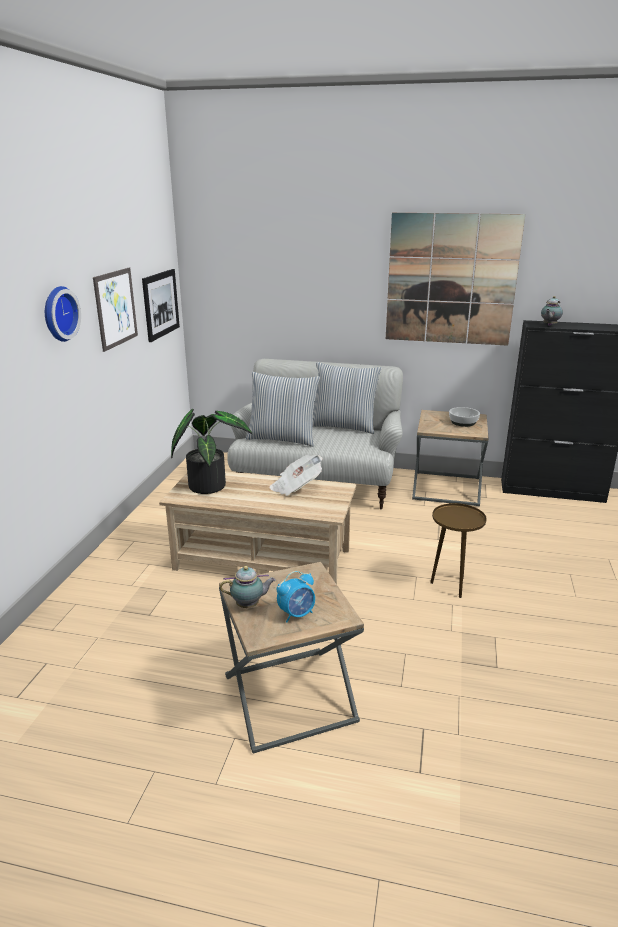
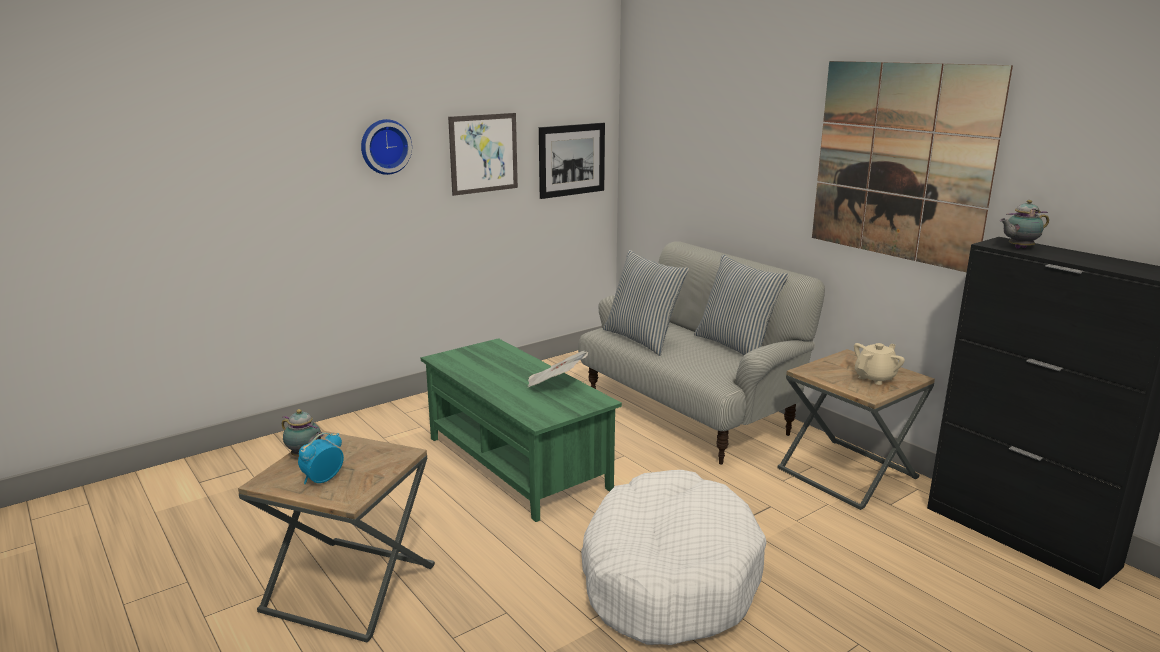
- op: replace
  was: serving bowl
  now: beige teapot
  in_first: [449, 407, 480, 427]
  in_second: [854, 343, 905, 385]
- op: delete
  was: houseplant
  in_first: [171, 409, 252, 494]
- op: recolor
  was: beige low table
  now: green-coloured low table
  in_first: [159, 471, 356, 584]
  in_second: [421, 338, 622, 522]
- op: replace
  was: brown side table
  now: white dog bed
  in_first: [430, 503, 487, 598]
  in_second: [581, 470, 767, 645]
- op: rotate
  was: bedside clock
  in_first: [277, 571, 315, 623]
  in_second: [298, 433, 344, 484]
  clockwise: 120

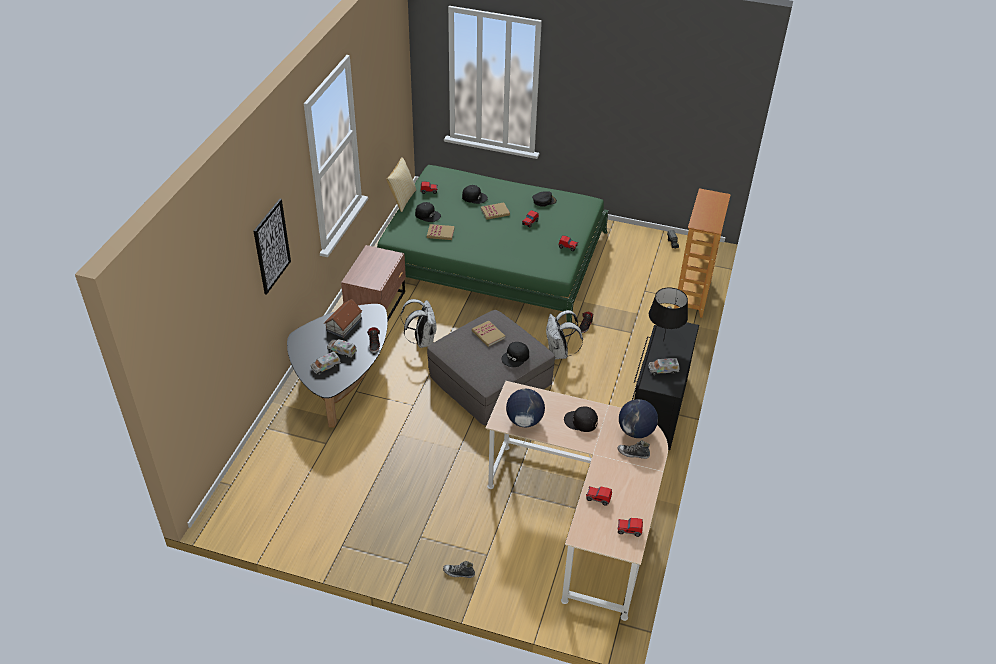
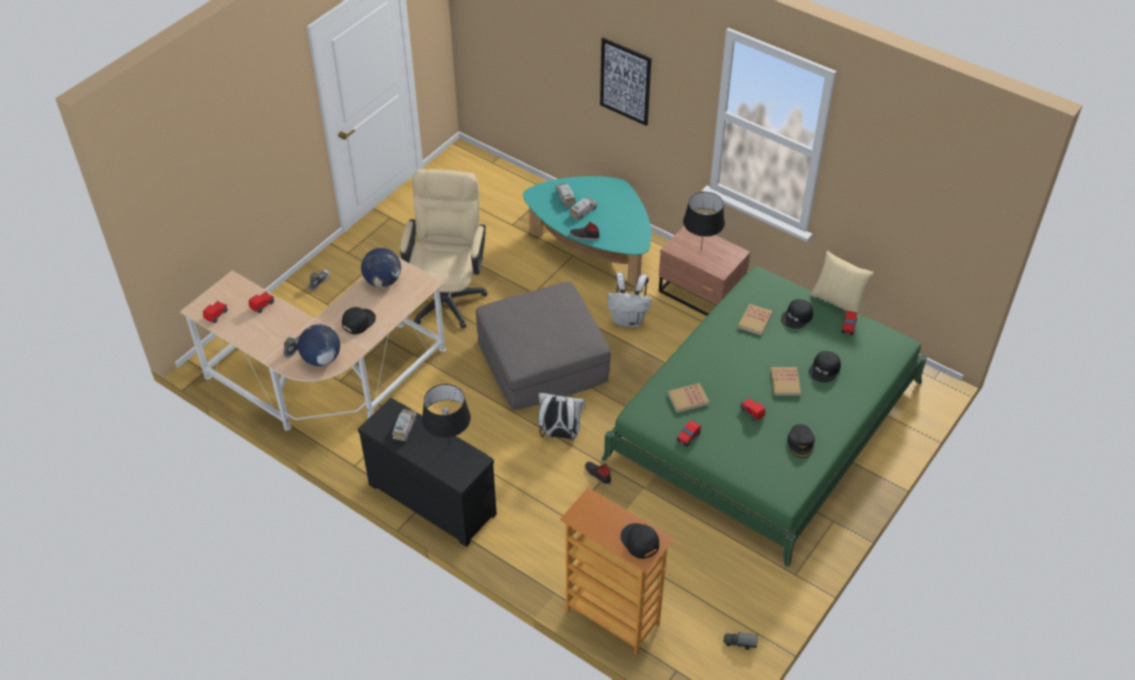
- op: delete
  was: miniature house
  in_first: [324, 299, 362, 338]
- op: recolor
  was: black low table
  now: blue-green low table
  in_first: [287, 304, 388, 428]
  in_second: [523, 176, 651, 286]
- op: move
  was: bound book
  in_first: [472, 321, 505, 347]
  in_second: [668, 383, 709, 413]
- op: move
  was: black peaked cap
  in_first: [501, 342, 529, 367]
  in_second: [621, 523, 659, 559]
- op: insert
  now: beige desk chair
  in_second: [400, 169, 487, 329]
- op: insert
  now: black lamp for a table
  in_second: [683, 192, 725, 250]

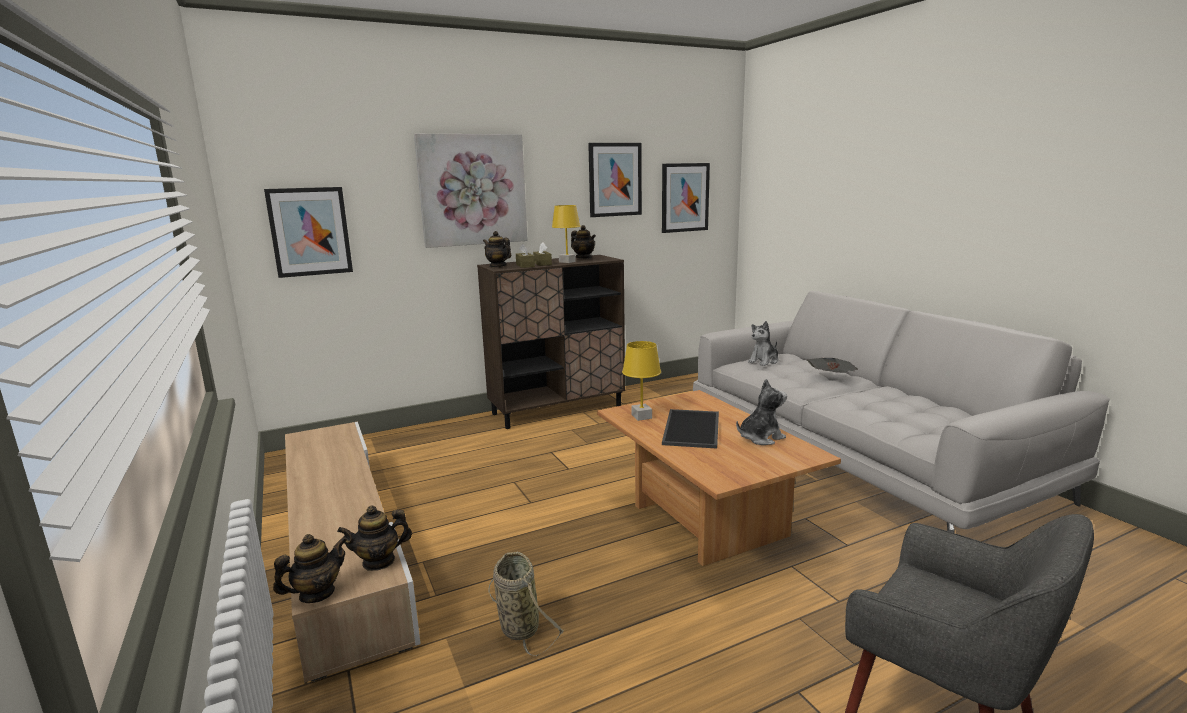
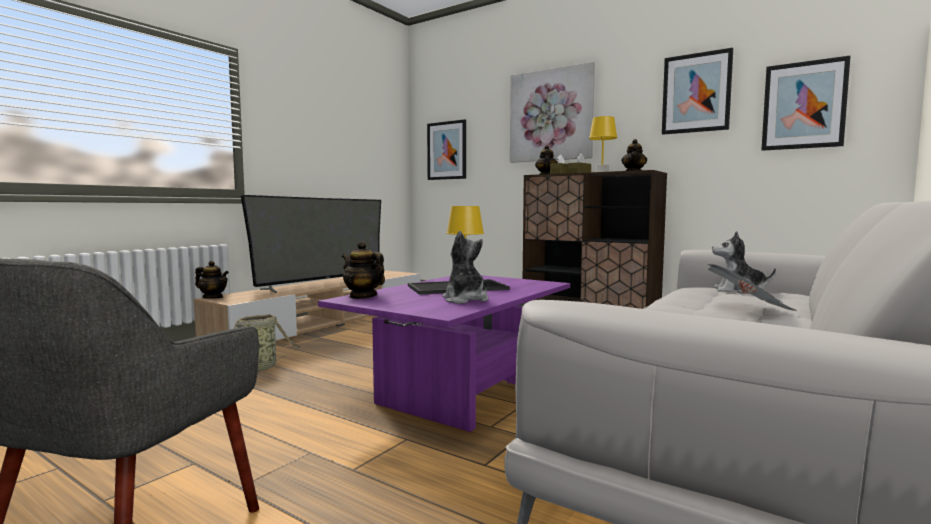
- op: rotate
  was: plush toy
  in_first: [736, 379, 787, 445]
  in_second: [443, 231, 489, 304]
  clockwise: -150
- op: recolor
  was: brown low table
  now: purple low table
  in_first: [597, 390, 841, 566]
  in_second: [318, 275, 570, 432]
- op: move
  was: teapot
  in_first: [337, 506, 412, 571]
  in_second: [342, 241, 385, 299]
- op: insert
  now: television
  in_second: [241, 195, 381, 293]

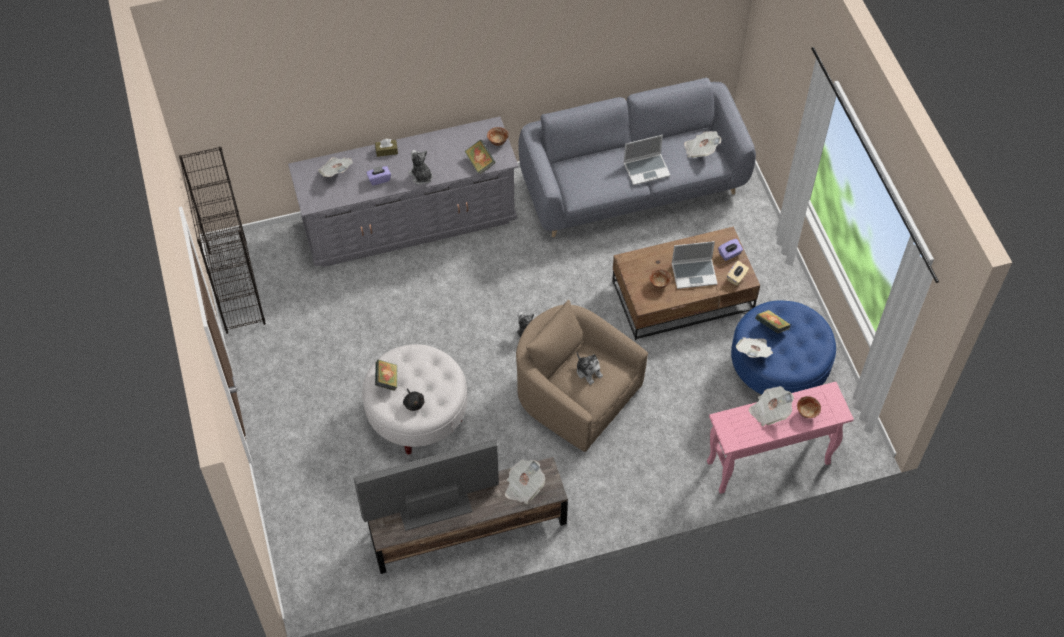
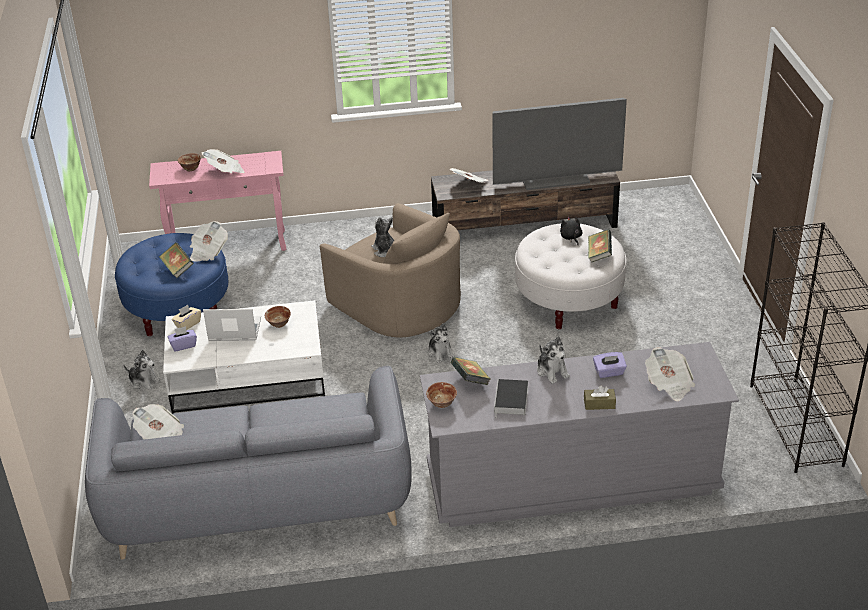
- op: delete
  was: notebook computer
  in_first: [624, 135, 671, 185]
- op: recolor
  was: brown low table
  now: white low table
  in_first: [612, 227, 760, 340]
  in_second: [163, 300, 325, 414]
- op: insert
  now: plush toy
  in_second: [124, 350, 161, 390]
- op: insert
  now: bound book
  in_second: [494, 379, 528, 419]

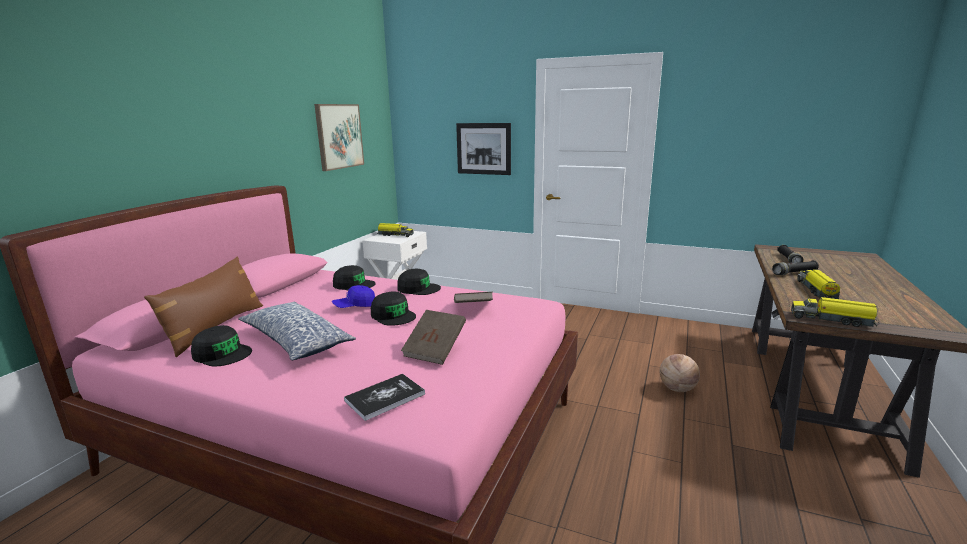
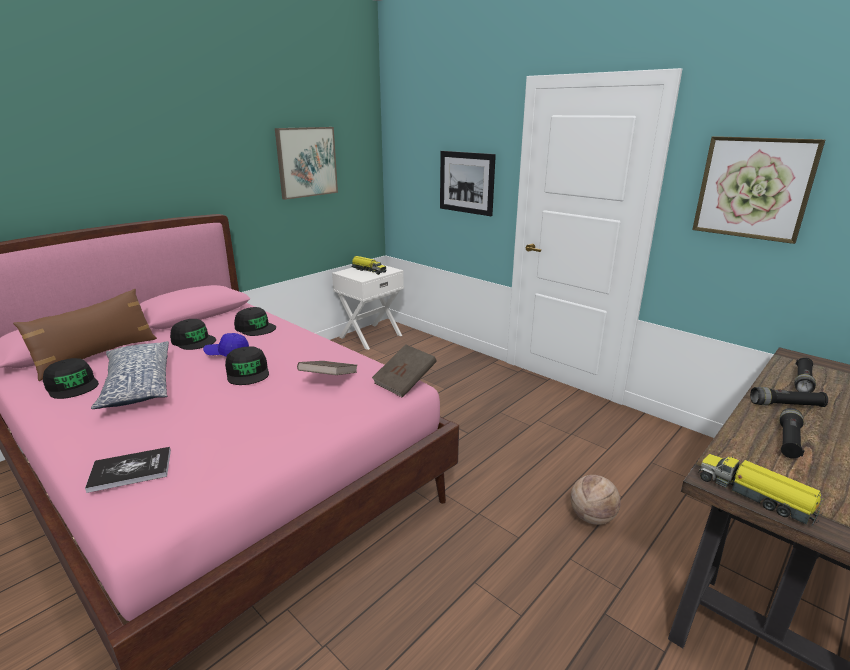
- op: move
  was: black peaked cap
  in_first: [397, 269, 441, 295]
  in_second: [170, 319, 216, 350]
- op: replace
  was: toy truck
  now: black torch
  in_first: [797, 269, 840, 299]
  in_second: [780, 408, 804, 459]
- op: move
  was: brown bound book
  in_first: [401, 310, 466, 365]
  in_second: [372, 344, 437, 398]
- op: insert
  now: wall art
  in_second: [692, 136, 825, 244]

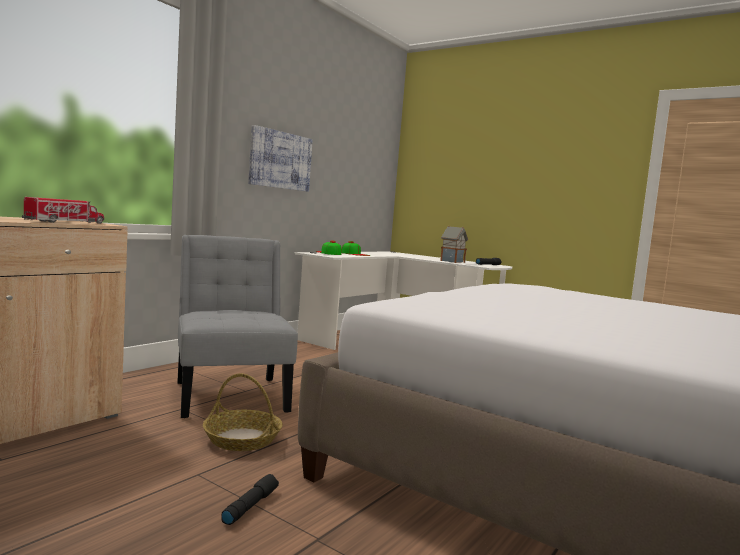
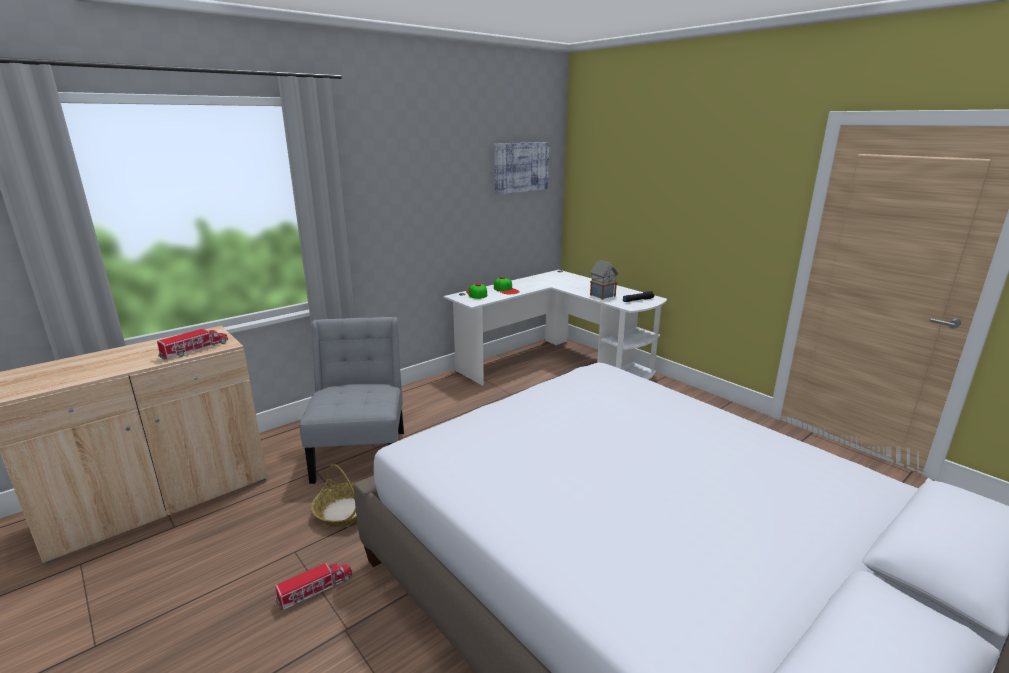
- op: move
  was: wall art
  in_first: [248, 125, 313, 192]
  in_second: [494, 142, 549, 194]
- op: replace
  was: black torch
  now: toy truck
  in_first: [221, 474, 279, 525]
  in_second: [275, 562, 352, 610]

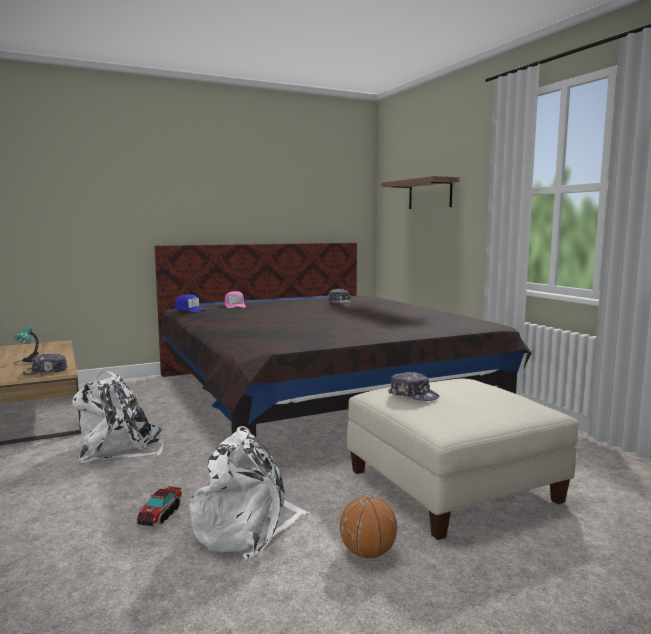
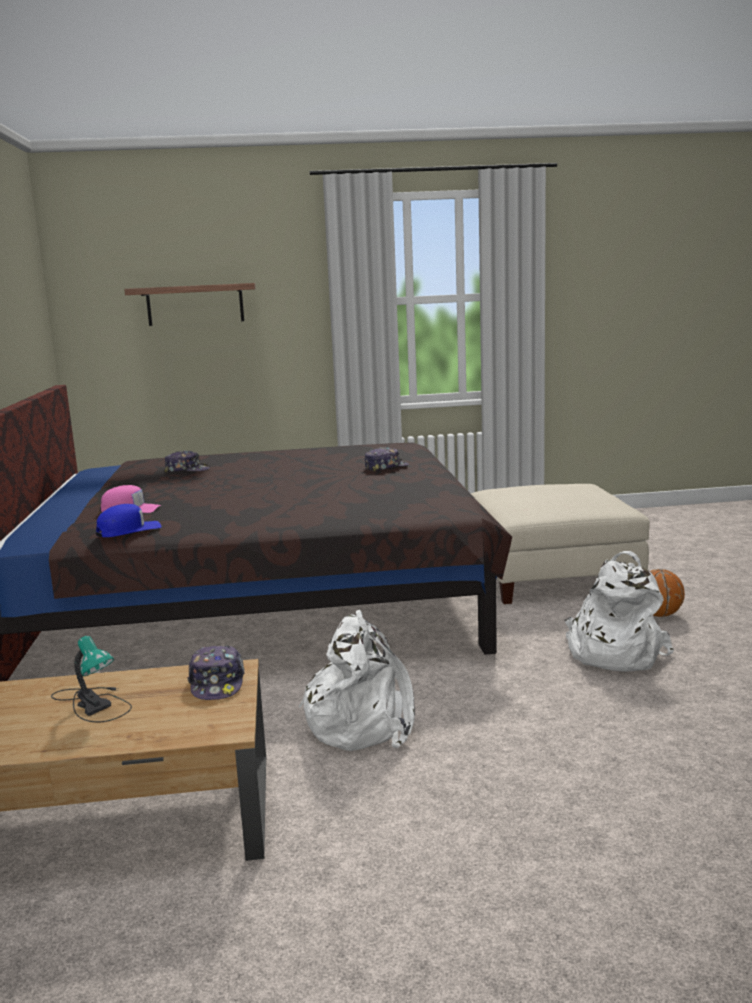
- op: move
  was: peaked cap
  in_first: [389, 372, 439, 401]
  in_second: [364, 447, 409, 472]
- op: delete
  was: toy truck
  in_first: [137, 486, 182, 527]

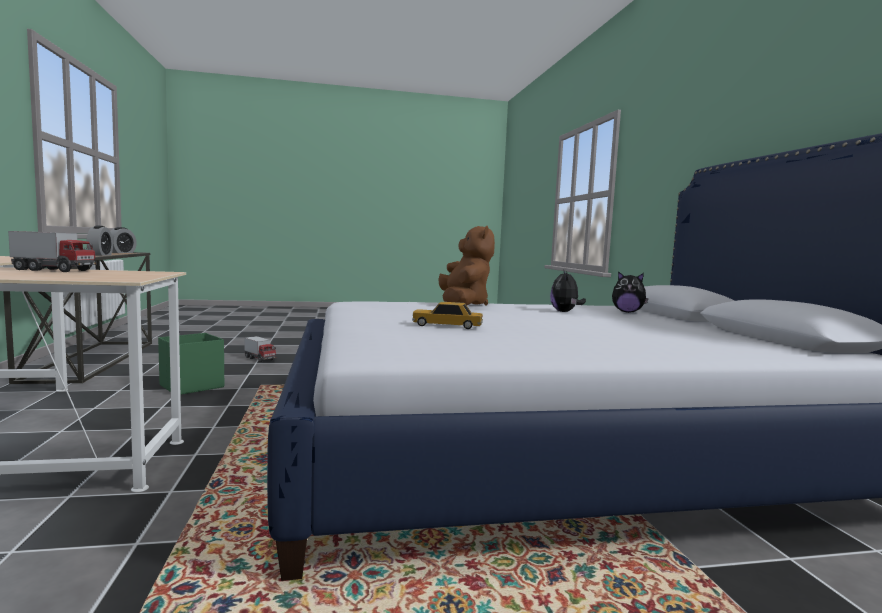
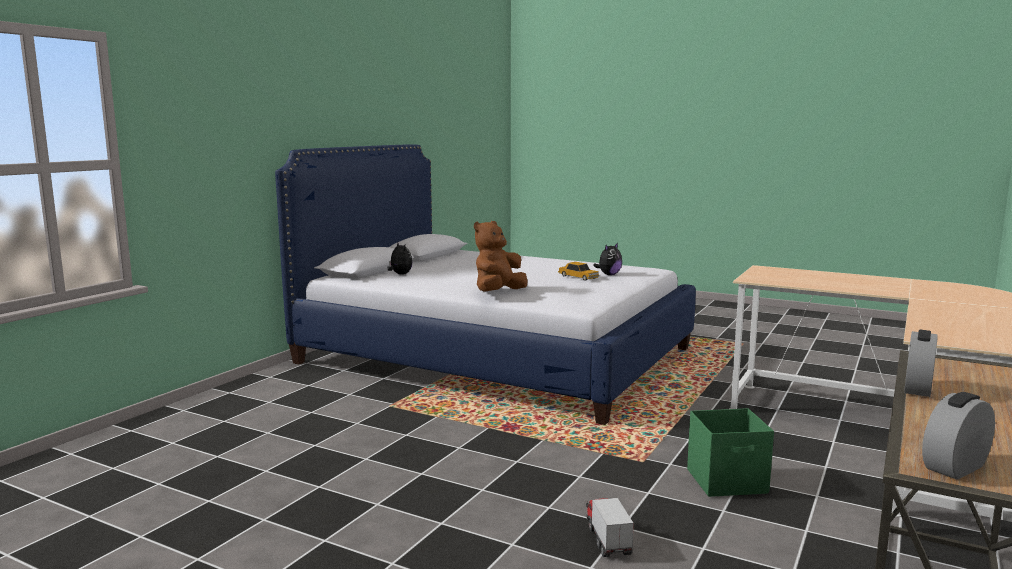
- op: delete
  was: toy truck
  in_first: [8, 231, 97, 272]
- op: move
  was: plush toy
  in_first: [550, 271, 586, 312]
  in_second: [593, 243, 622, 275]

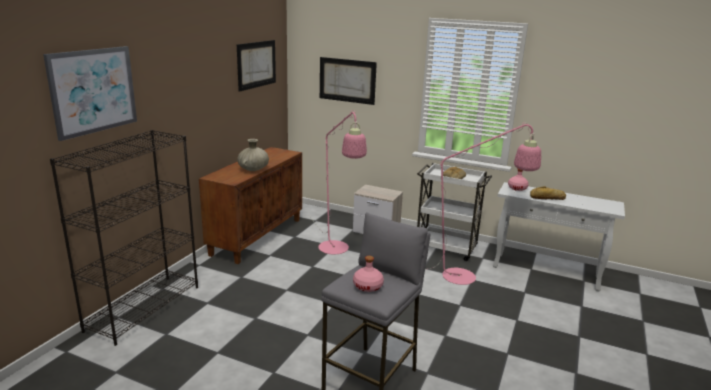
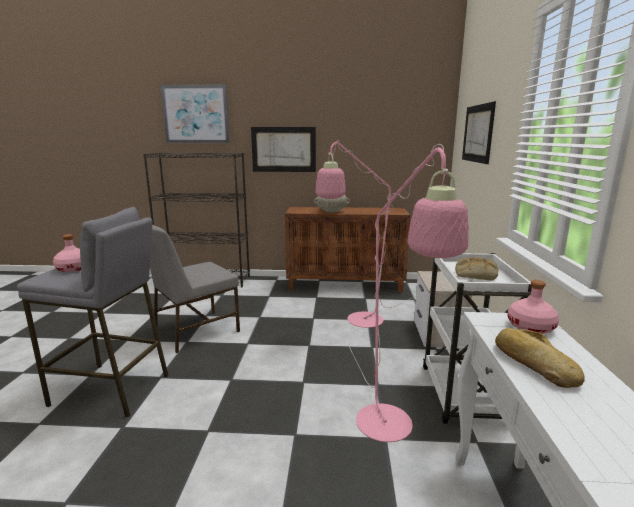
- op: move
  was: wall art
  in_first: [237, 40, 276, 92]
  in_second: [251, 127, 316, 172]
- op: insert
  now: greyish plain chair
  in_second: [150, 225, 240, 353]

